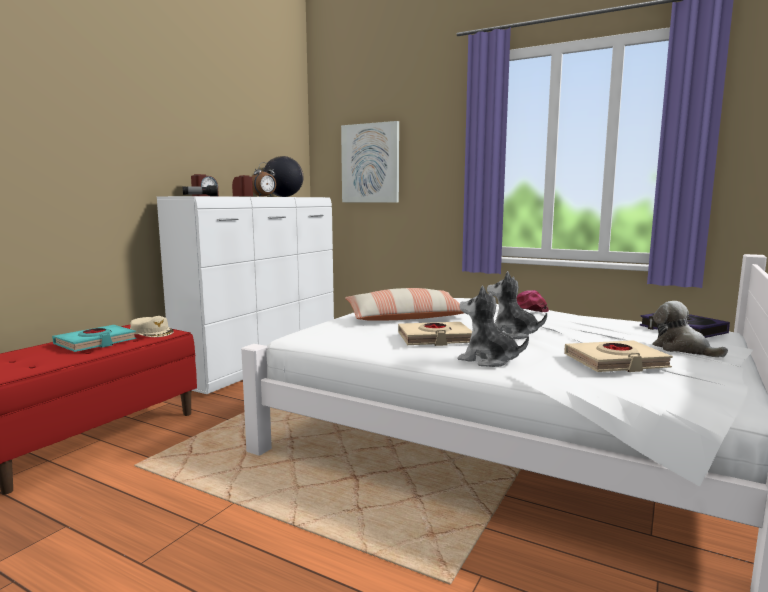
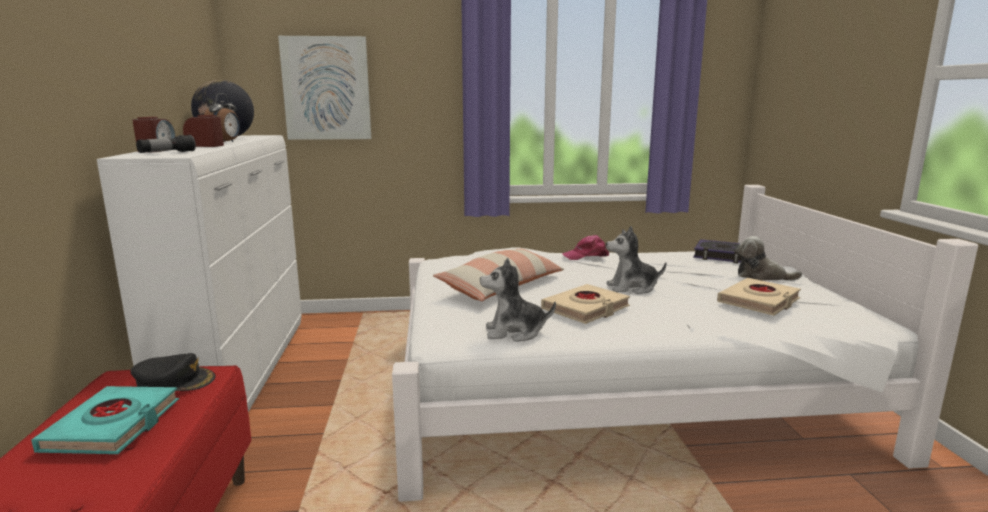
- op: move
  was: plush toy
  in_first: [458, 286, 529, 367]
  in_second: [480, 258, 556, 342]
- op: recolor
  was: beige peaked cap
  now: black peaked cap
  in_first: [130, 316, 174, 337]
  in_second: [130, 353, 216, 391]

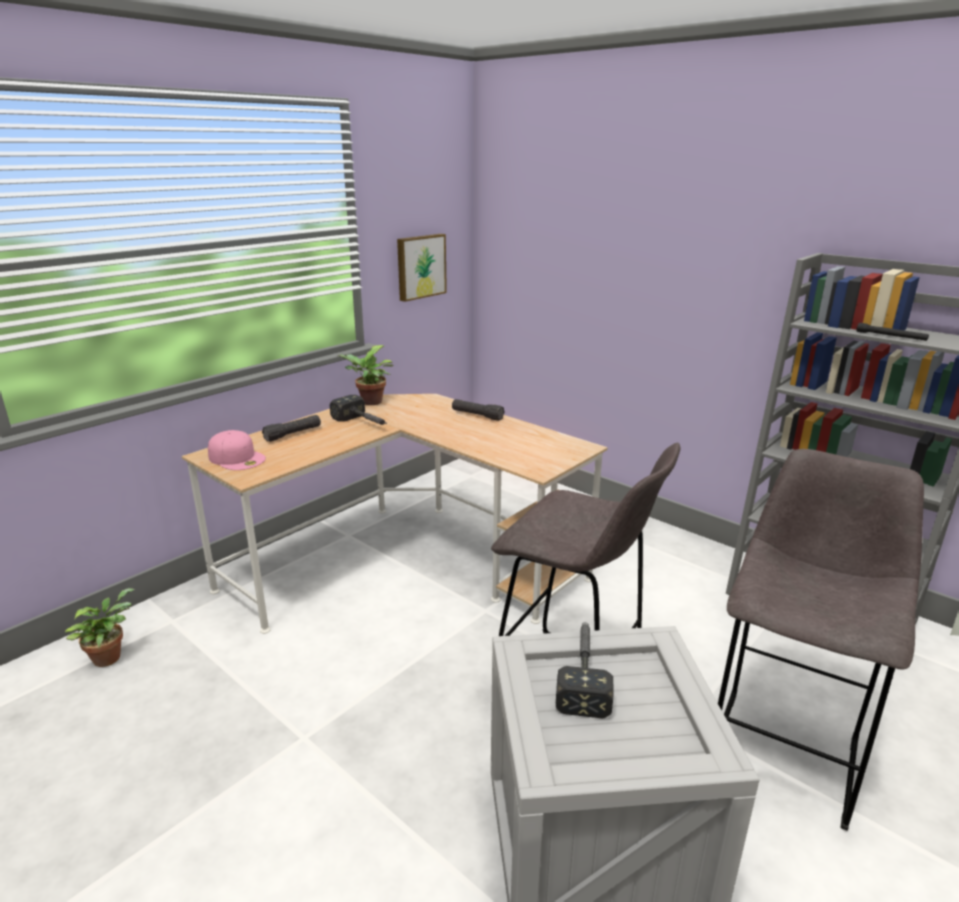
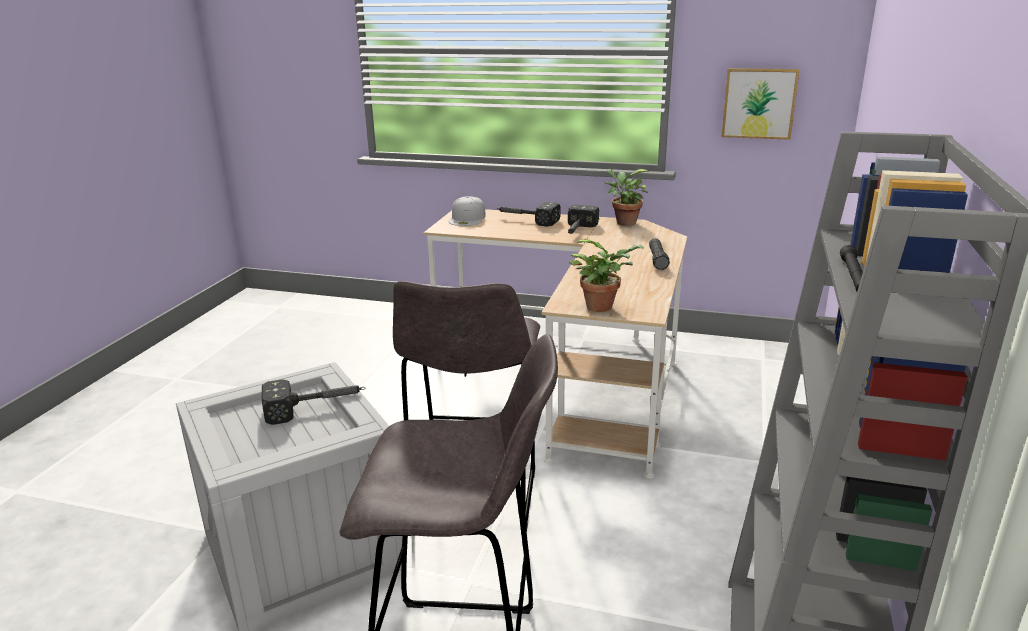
- op: replace
  was: black torch
  now: hand hammer
  in_first: [262, 415, 321, 442]
  in_second: [497, 202, 561, 227]
- op: recolor
  was: pink-coloured peaked cap
  now: white peaked cap
  in_first: [208, 430, 266, 470]
  in_second: [449, 196, 486, 226]
- op: move
  was: houseplant
  in_first: [65, 588, 134, 667]
  in_second: [569, 239, 645, 312]

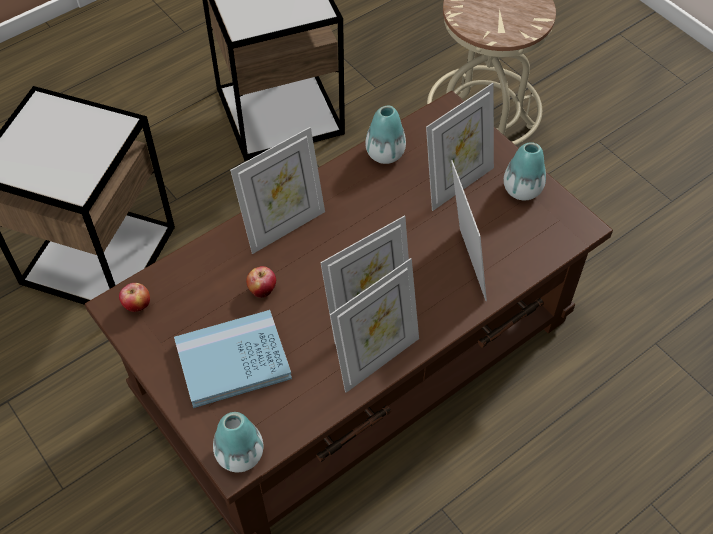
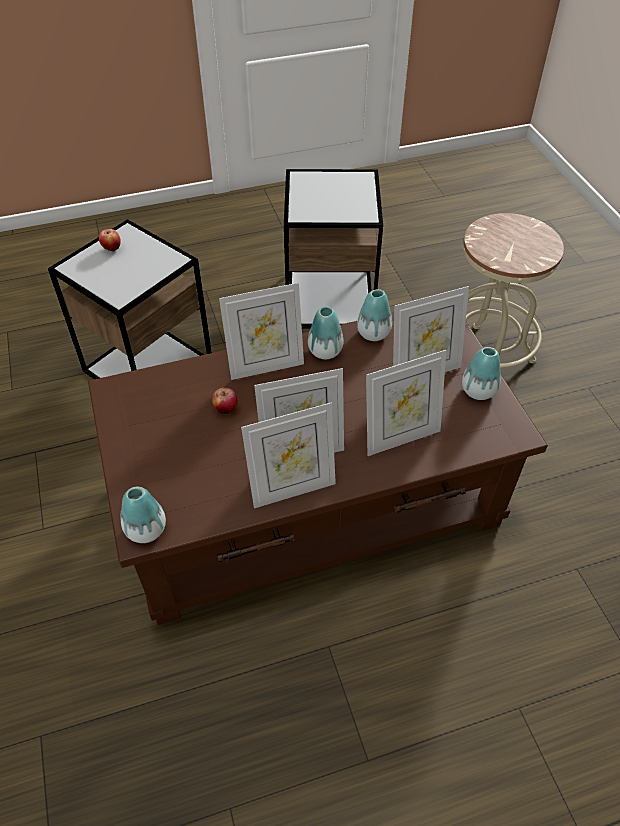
- op: rotate
  was: picture frame
  in_first: [451, 160, 487, 301]
  in_second: [366, 350, 446, 456]
  clockwise: 60
- op: move
  was: whole apple
  in_first: [119, 283, 150, 312]
  in_second: [99, 229, 121, 252]
- op: delete
  was: blue bound book
  in_first: [174, 310, 292, 408]
- op: insert
  now: vase
  in_second: [308, 306, 344, 359]

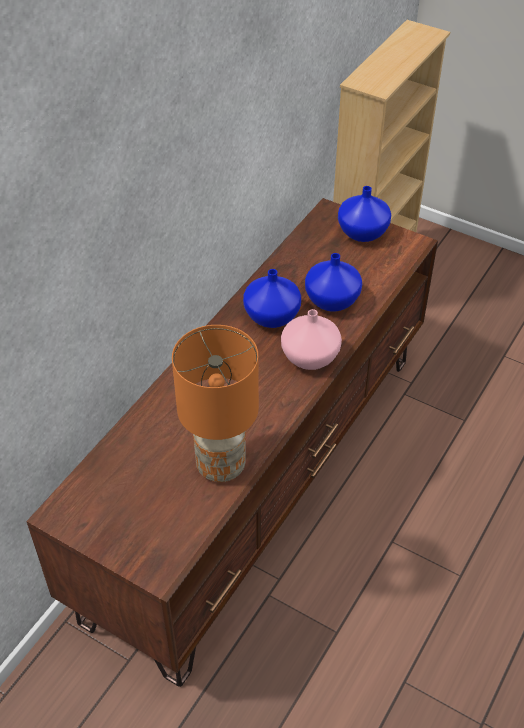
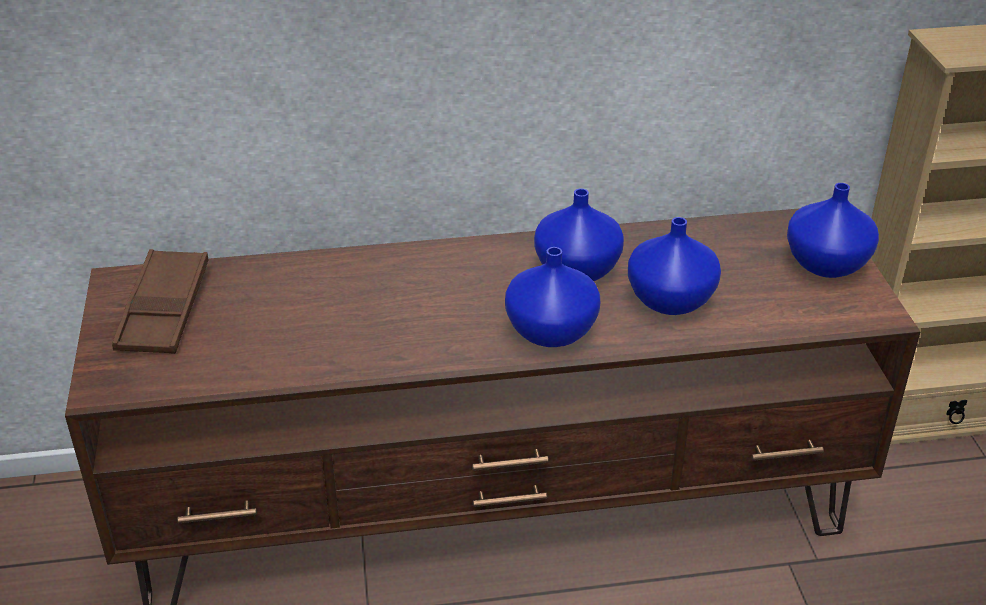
- op: recolor
  was: pink-coloured vase
  now: blue vase
  in_first: [281, 309, 342, 370]
  in_second: [505, 247, 600, 347]
- op: delete
  was: orange-coloured lamp for a table
  in_first: [172, 325, 259, 482]
- op: insert
  now: brown serving tray
  in_second: [112, 249, 208, 354]

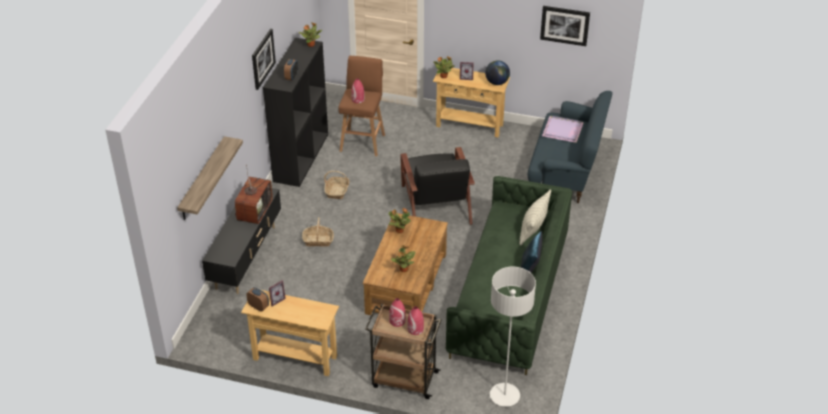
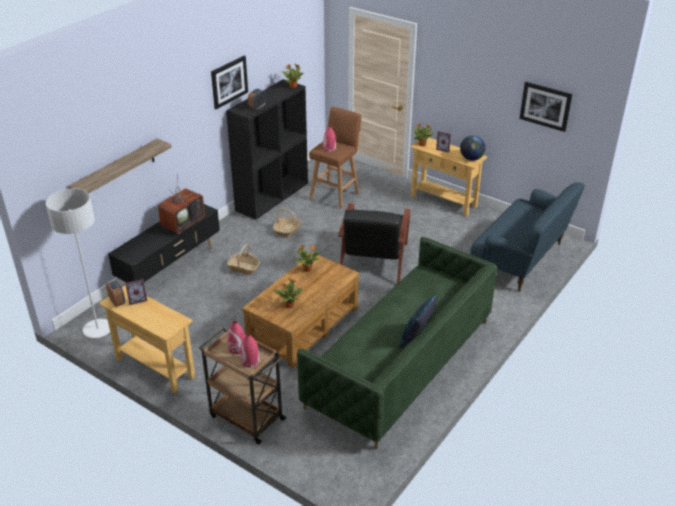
- op: delete
  was: purple serving tray
  in_first: [542, 116, 584, 143]
- op: delete
  was: pillow
  in_first: [519, 190, 551, 246]
- op: move
  was: greyish standing lamp
  in_first: [490, 267, 536, 407]
  in_second: [46, 189, 110, 338]

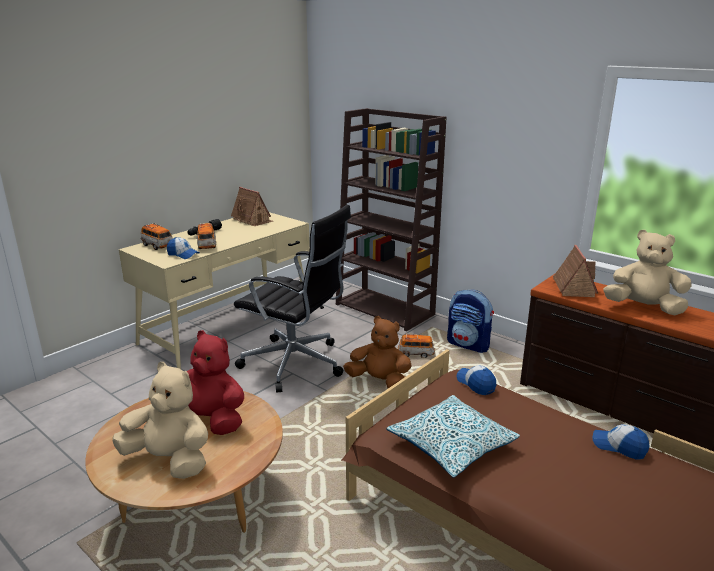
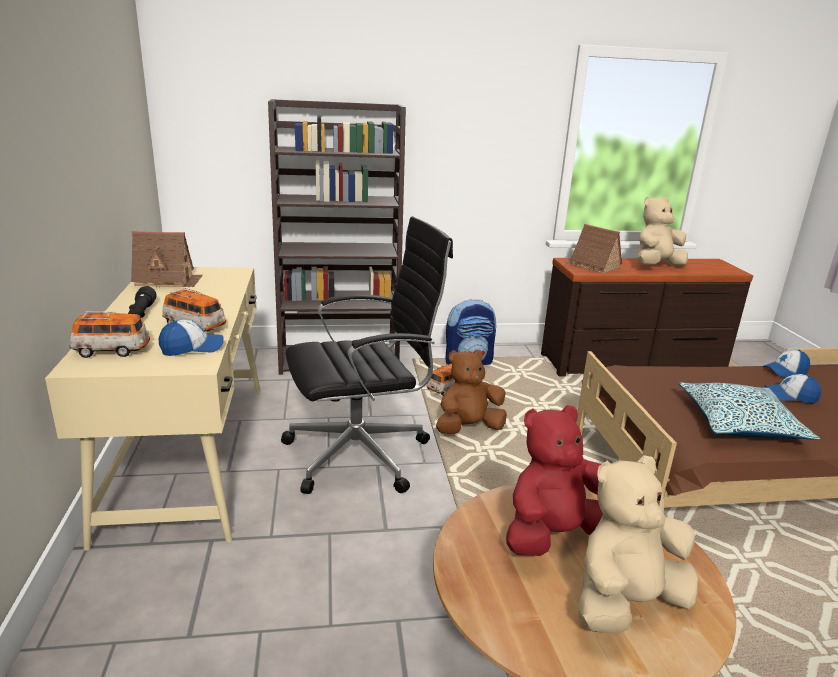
- op: move
  was: peaked cap
  in_first: [457, 365, 496, 395]
  in_second: [764, 374, 821, 404]

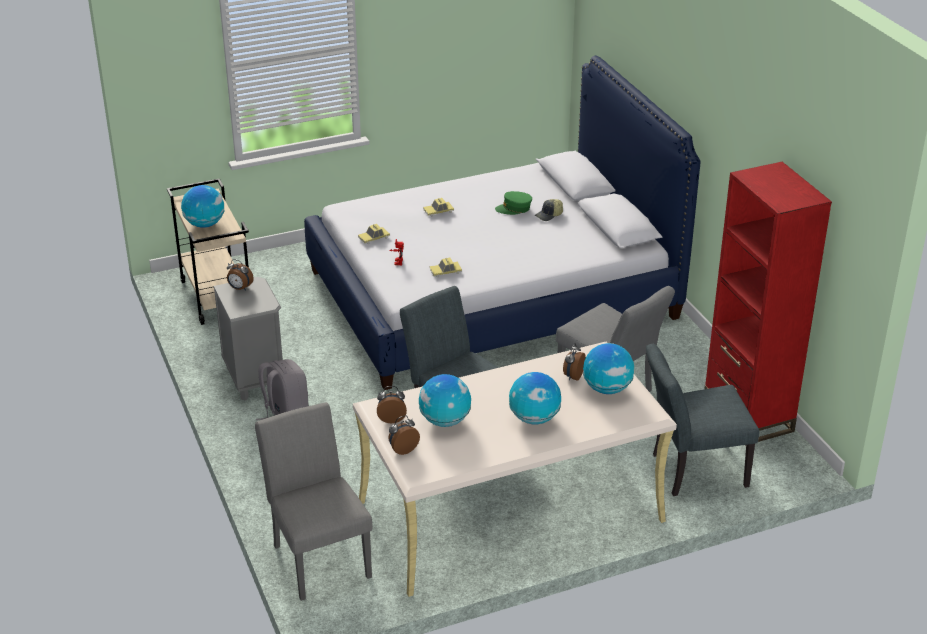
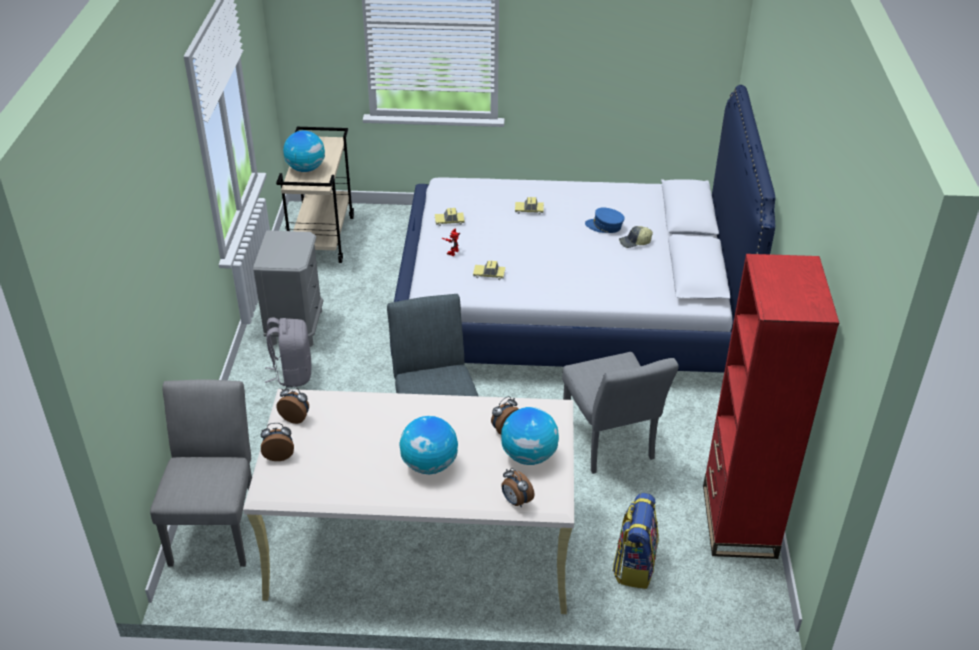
- op: recolor
  was: green-coloured peaked cap
  now: blue peaked cap
  in_first: [495, 191, 532, 215]
  in_second: [585, 207, 625, 233]
- op: move
  was: bedside clock
  in_first: [227, 259, 254, 291]
  in_second: [501, 468, 535, 507]
- op: replace
  was: greyish plain chair
  now: backpack
  in_first: [646, 344, 759, 496]
  in_second: [613, 493, 659, 589]
- op: delete
  was: globe
  in_first: [419, 374, 471, 427]

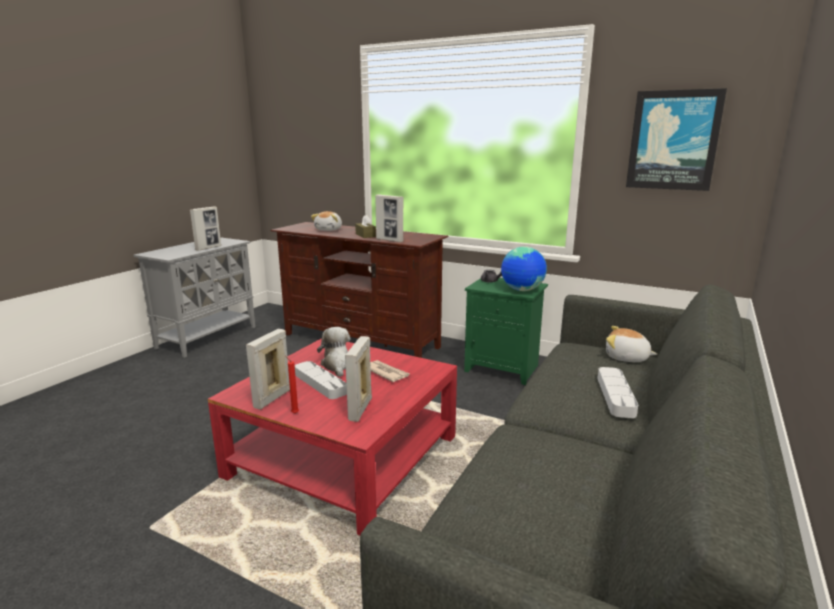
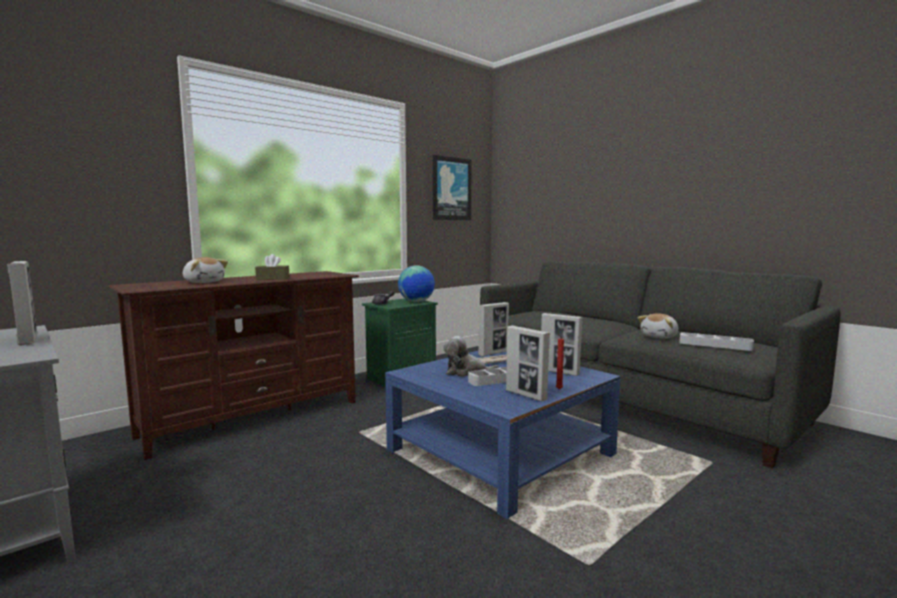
- op: move
  was: picture frame
  in_first: [375, 194, 404, 242]
  in_second: [478, 302, 509, 356]
- op: move
  was: plush toy
  in_first: [606, 326, 657, 362]
  in_second: [638, 313, 678, 339]
- op: recolor
  was: red low table
  now: blue low table
  in_first: [208, 338, 457, 536]
  in_second: [385, 351, 620, 520]
- op: move
  was: greyish serving tray
  in_first: [597, 367, 638, 418]
  in_second: [679, 332, 754, 351]

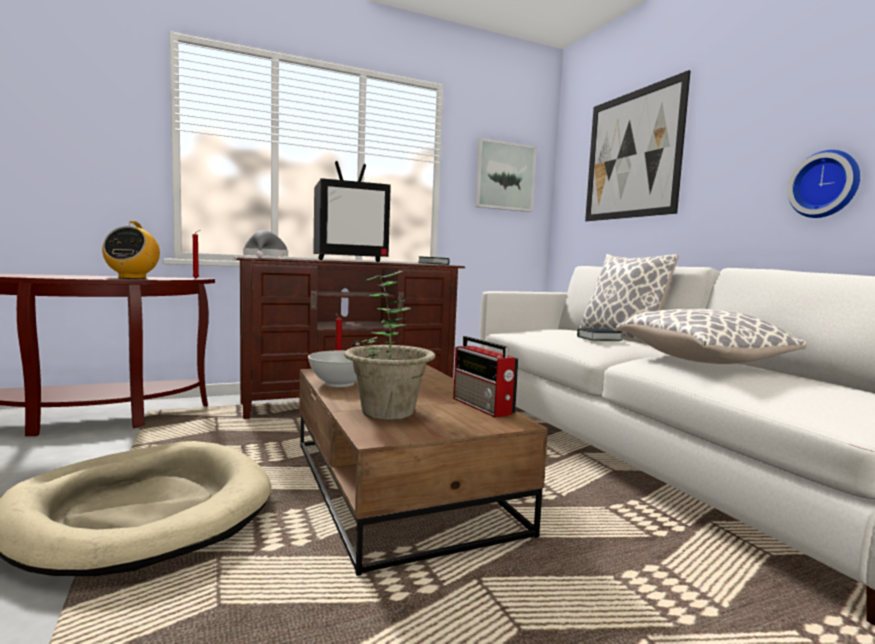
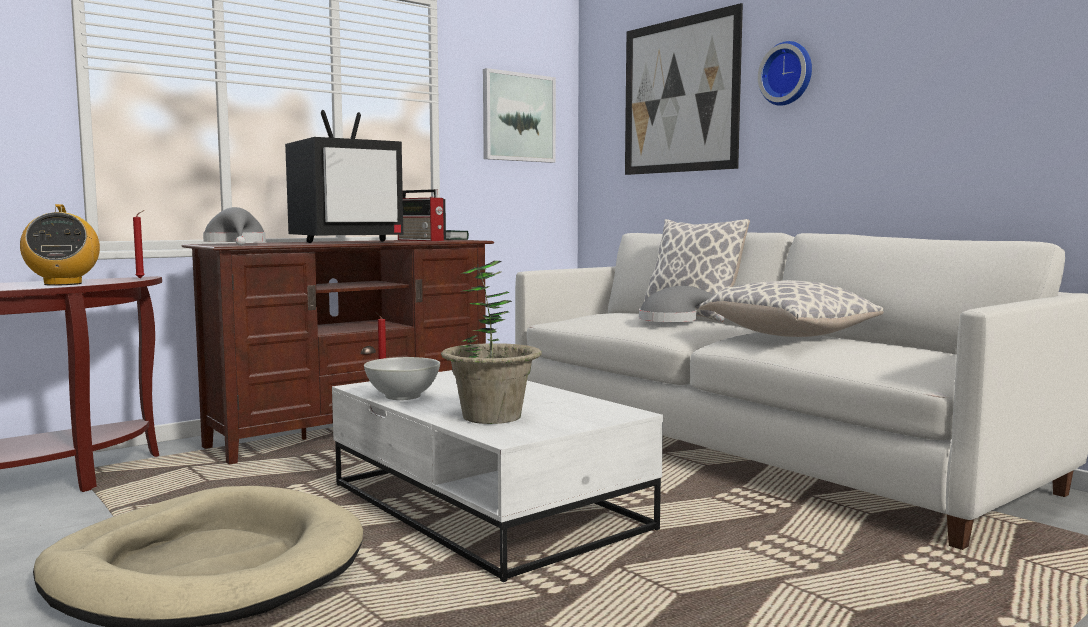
- op: move
  was: hanging clock
  in_first: [787, 150, 860, 218]
  in_second: [758, 41, 812, 106]
- op: replace
  was: bound book
  now: greyish wearable hat
  in_first: [577, 328, 622, 341]
  in_second: [639, 286, 725, 322]
- op: move
  was: radio
  in_first: [453, 336, 518, 418]
  in_second: [398, 189, 446, 241]
- op: recolor
  was: brown low table
  now: white low table
  in_first: [299, 364, 548, 576]
  in_second: [332, 370, 663, 582]

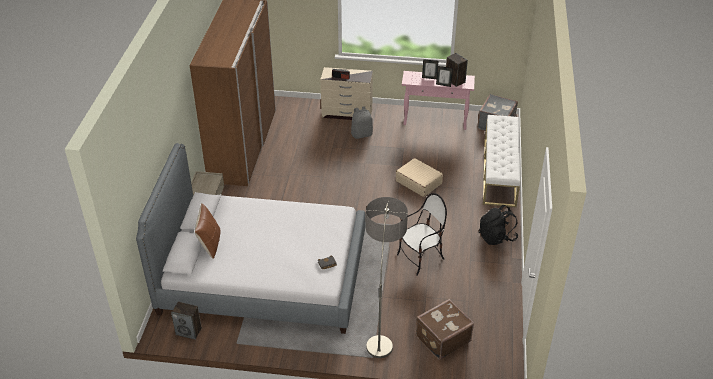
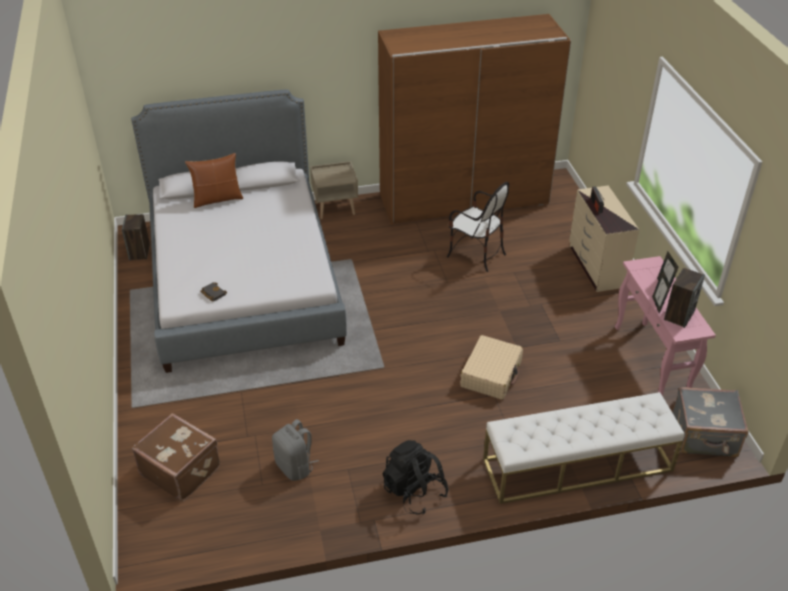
- op: move
  was: greyish backpack
  in_first: [351, 106, 373, 139]
  in_second: [272, 419, 319, 481]
- op: move
  was: plain chair
  in_first: [397, 193, 447, 276]
  in_second: [447, 182, 509, 272]
- op: delete
  was: standing lamp
  in_first: [366, 197, 408, 358]

